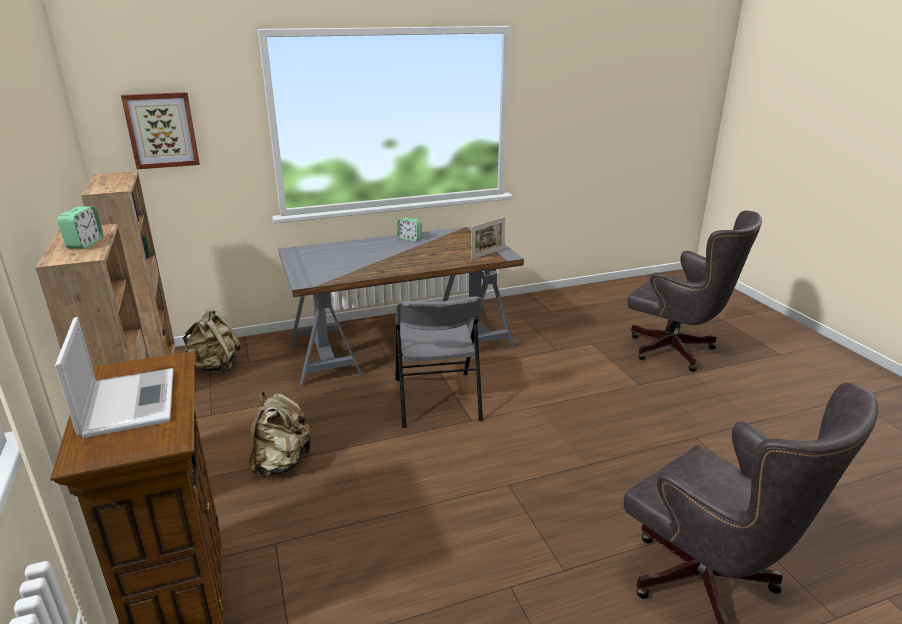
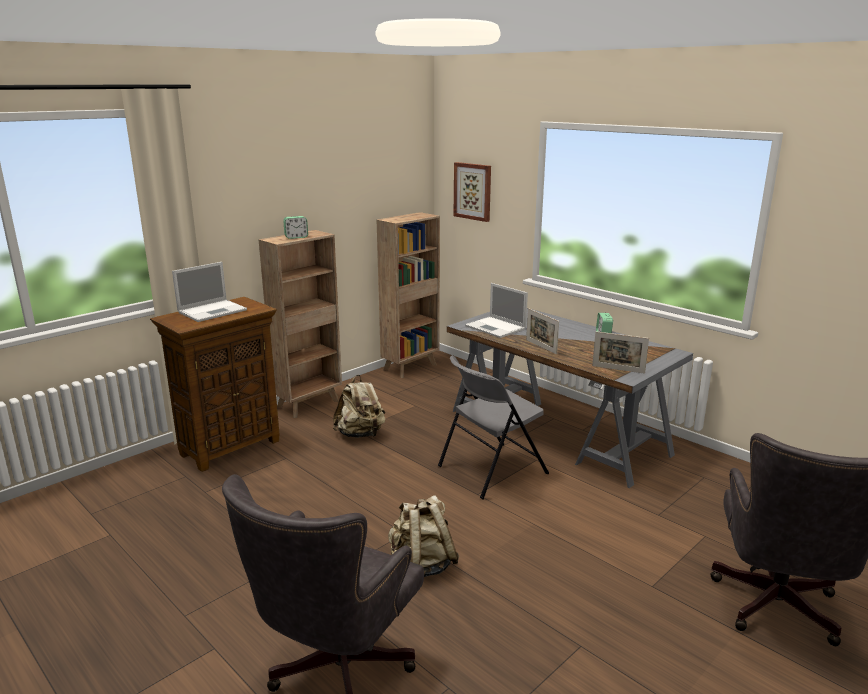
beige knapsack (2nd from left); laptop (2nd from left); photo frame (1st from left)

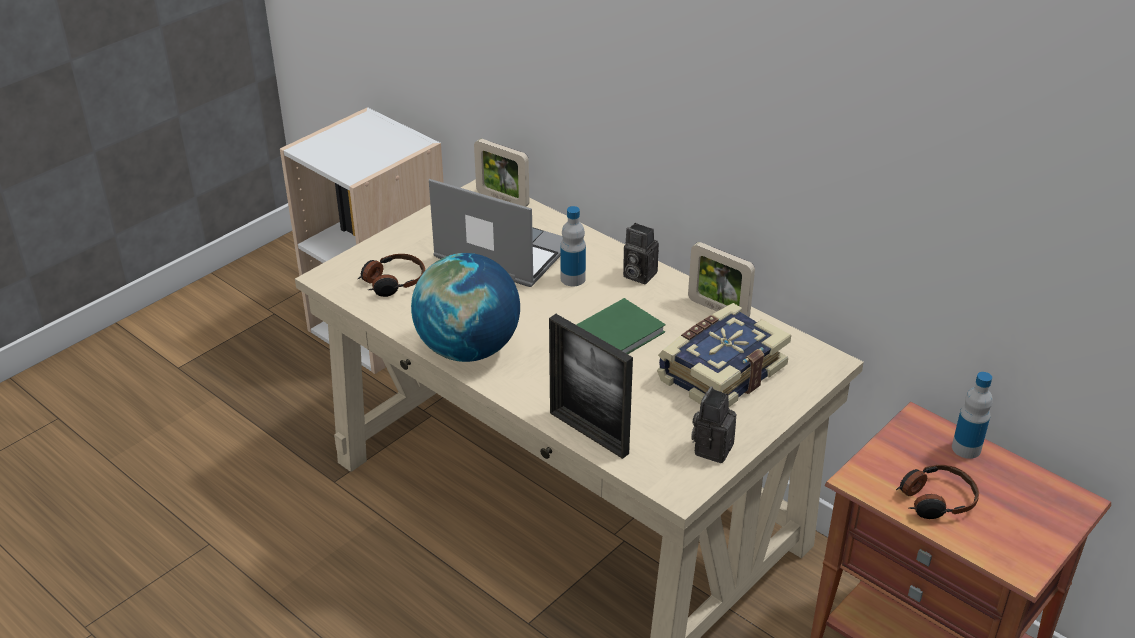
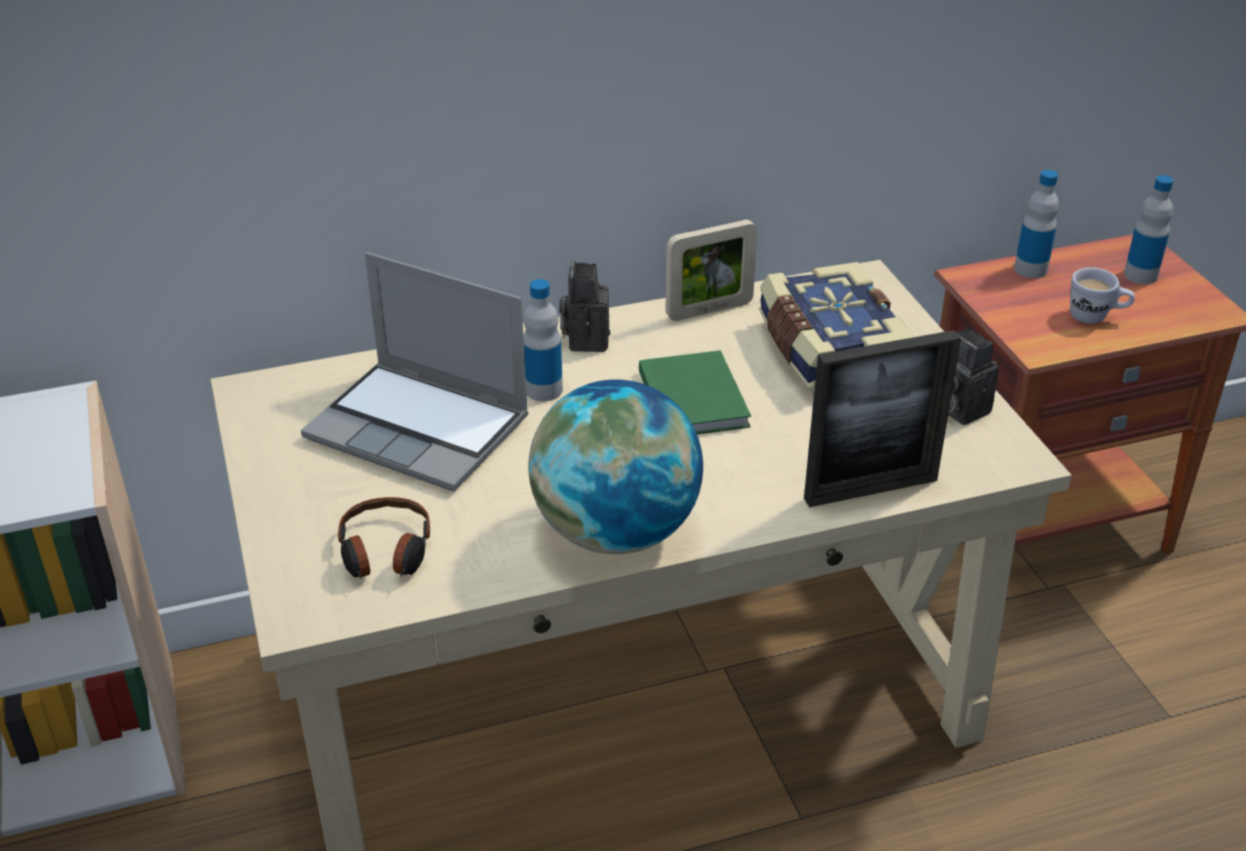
laptop; photo camera (1st from left); white tea mug; drink bottle (3rd from left); photo frame (1st from left in the first image)

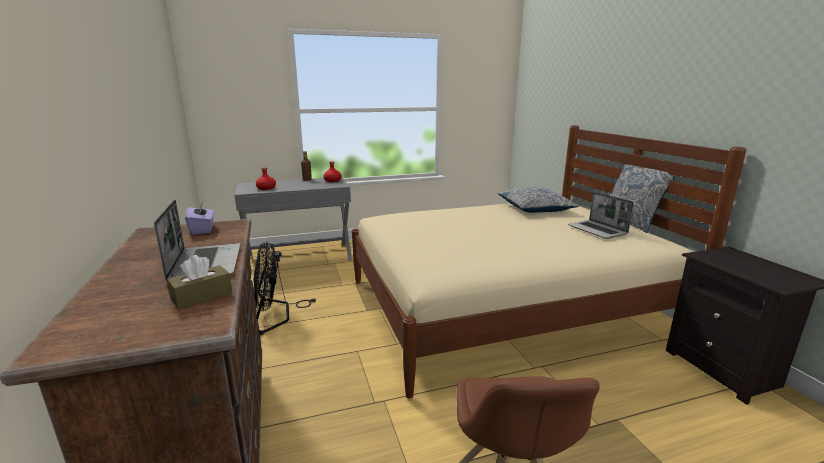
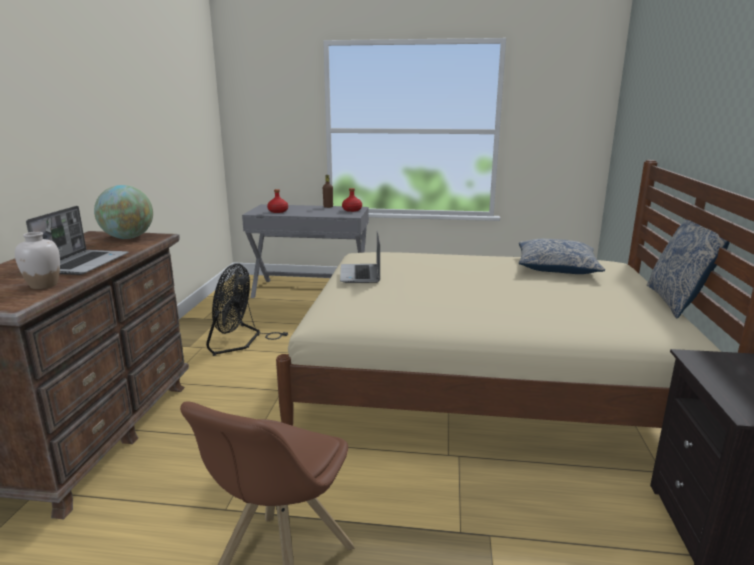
white vase; desk globe; laptop (2nd from left)

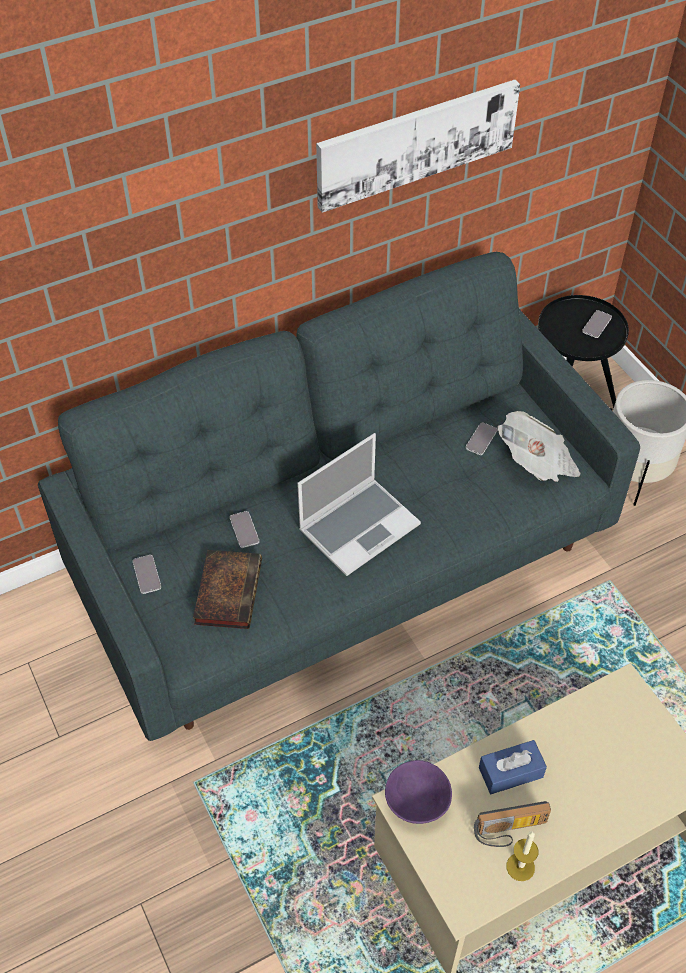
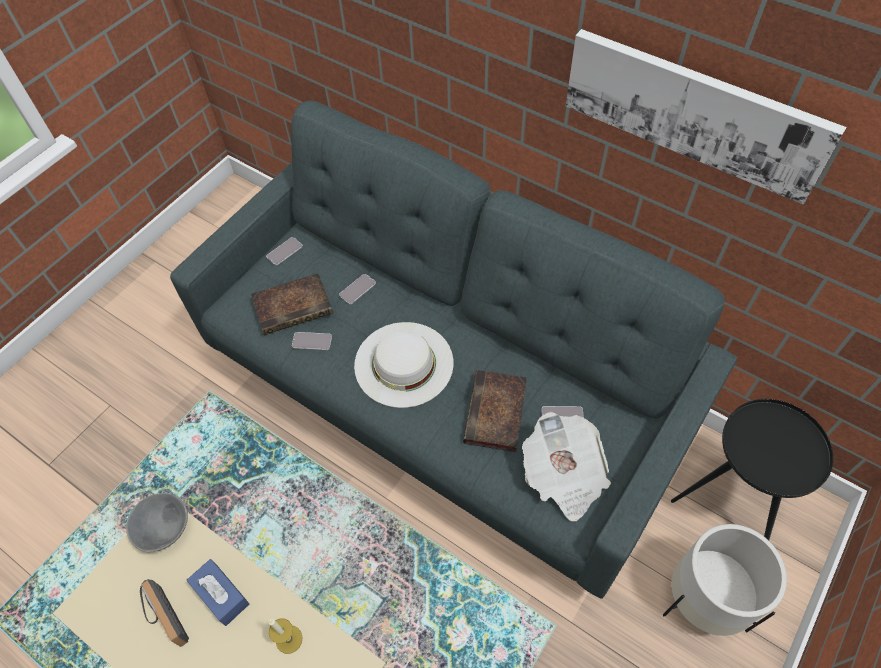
greyish deep dish; candle; handset (2nd from left); white hat; bound book (2nd from left)

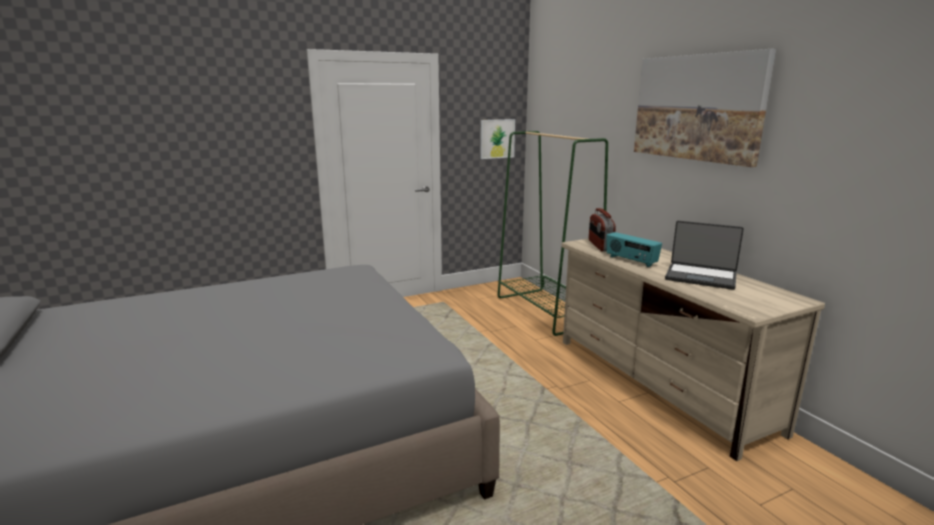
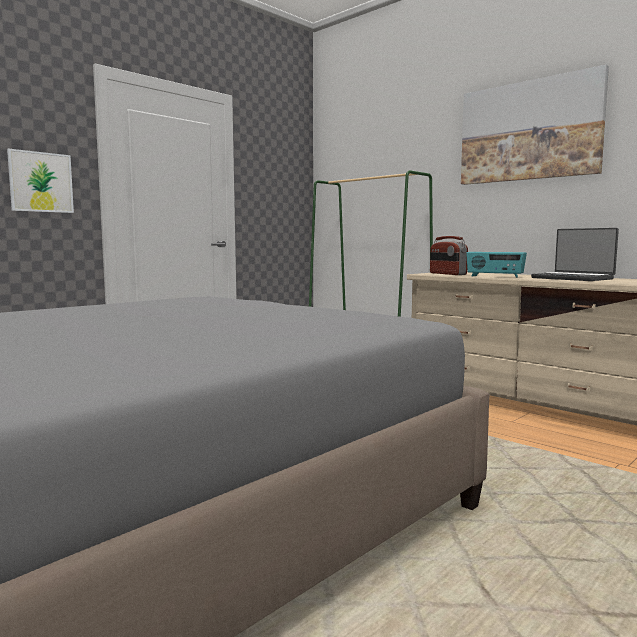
wall art (1st from left); laptop

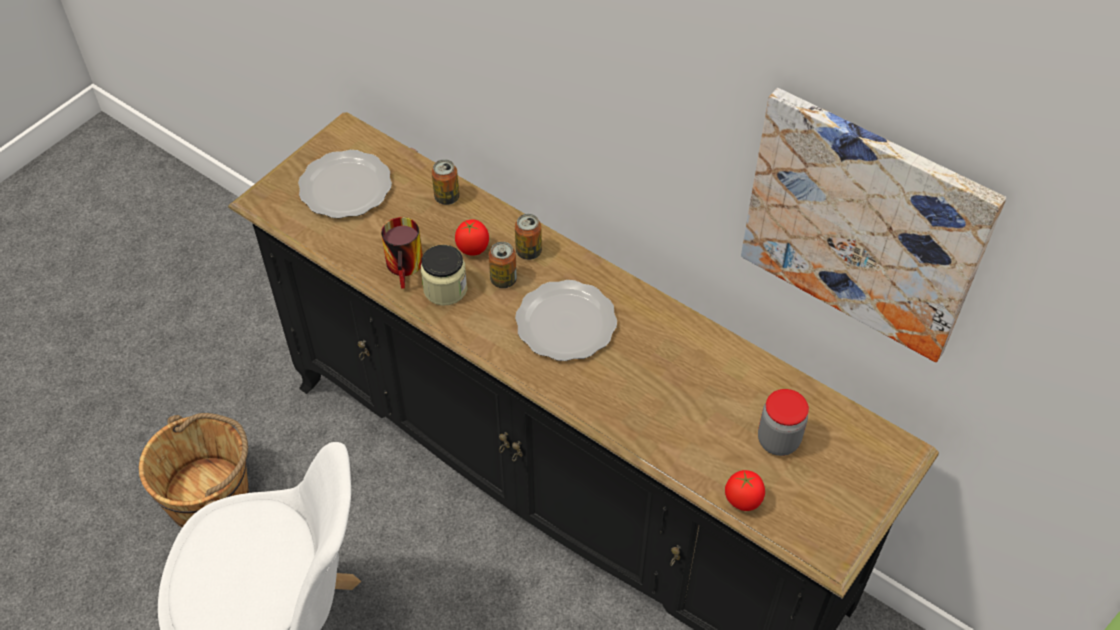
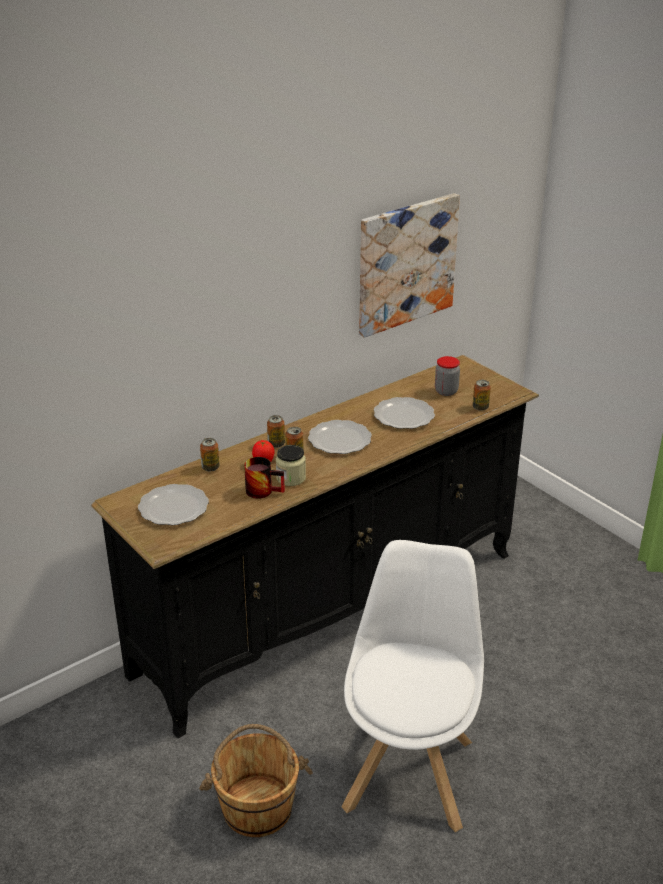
flat dish (3rd from left); metal can (4th from left)

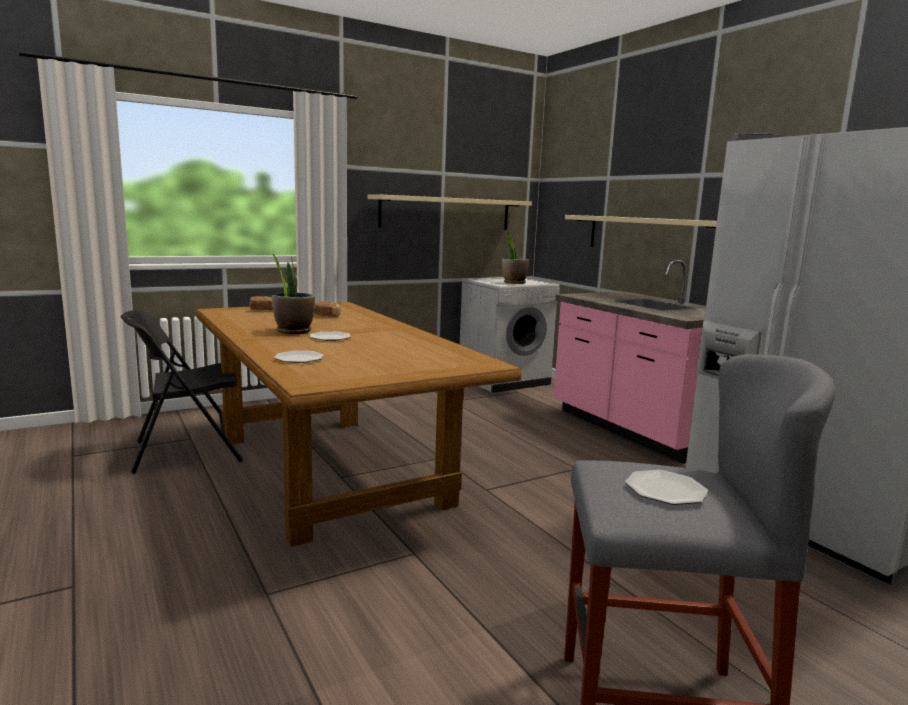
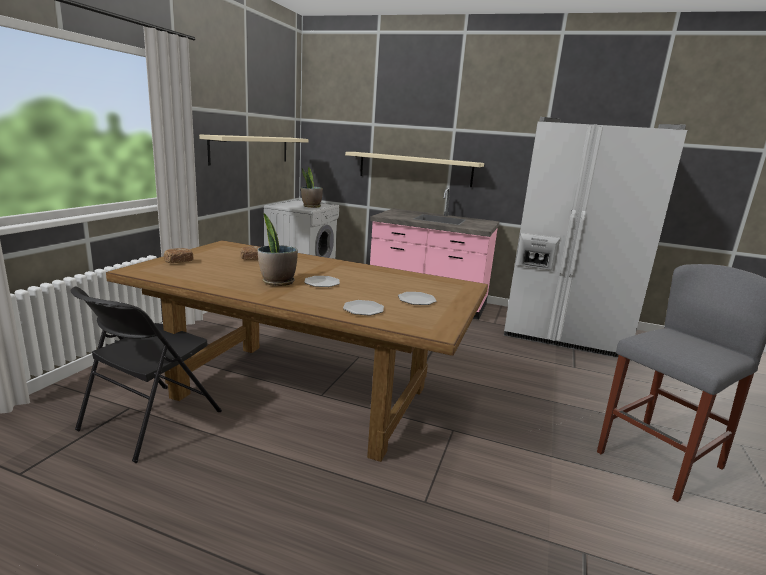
flat dish (3rd from left)

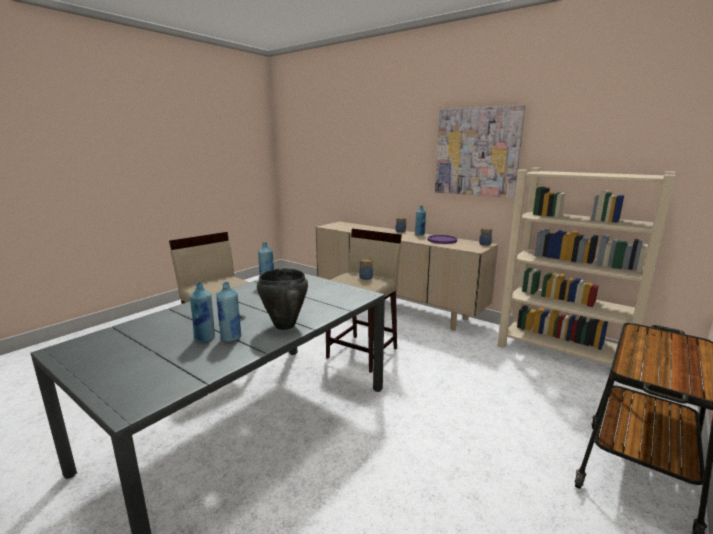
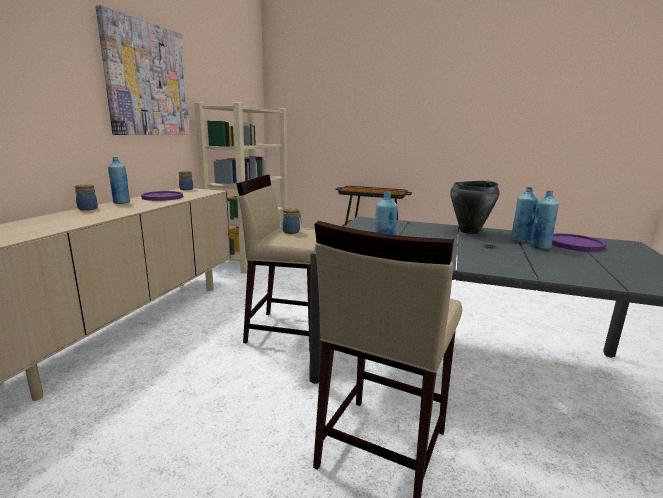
purple-coloured flat dish (2nd from left)

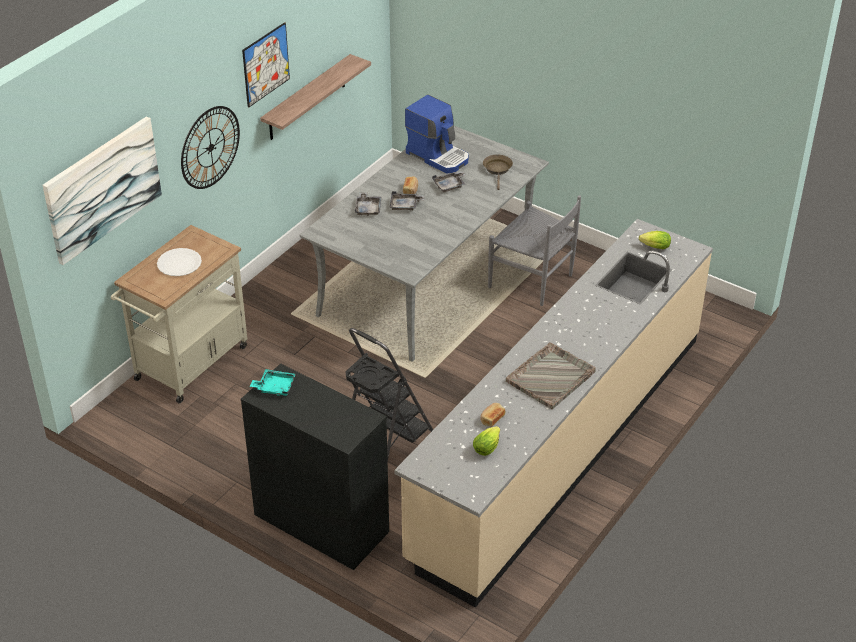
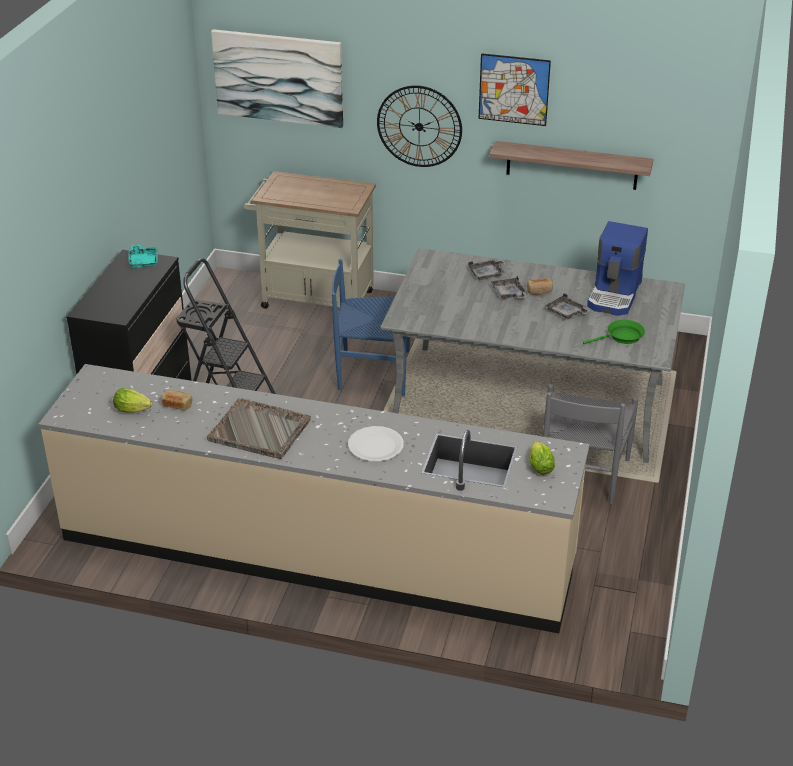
blue chair; white flat dish; greenish frying pan

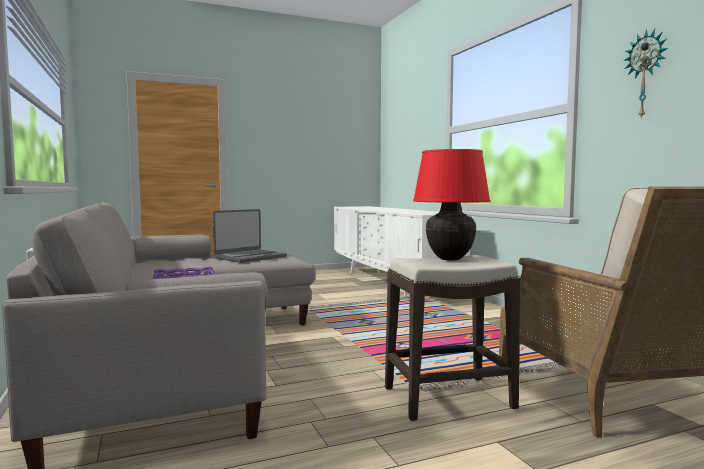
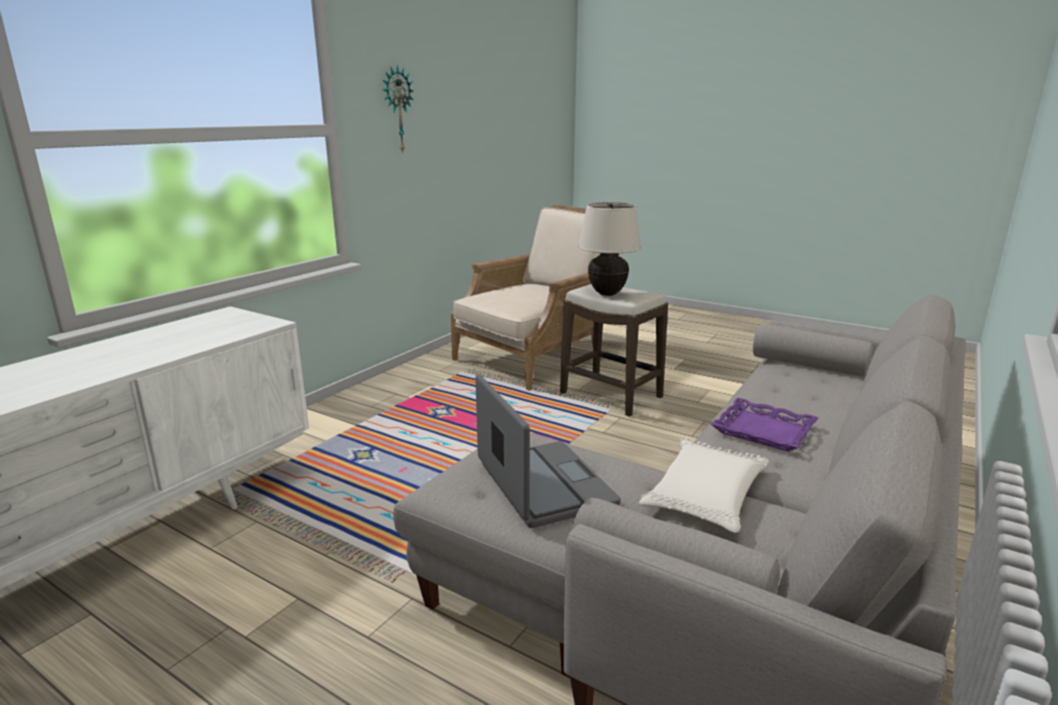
laptop; beige tabletop lamp; white cushion

